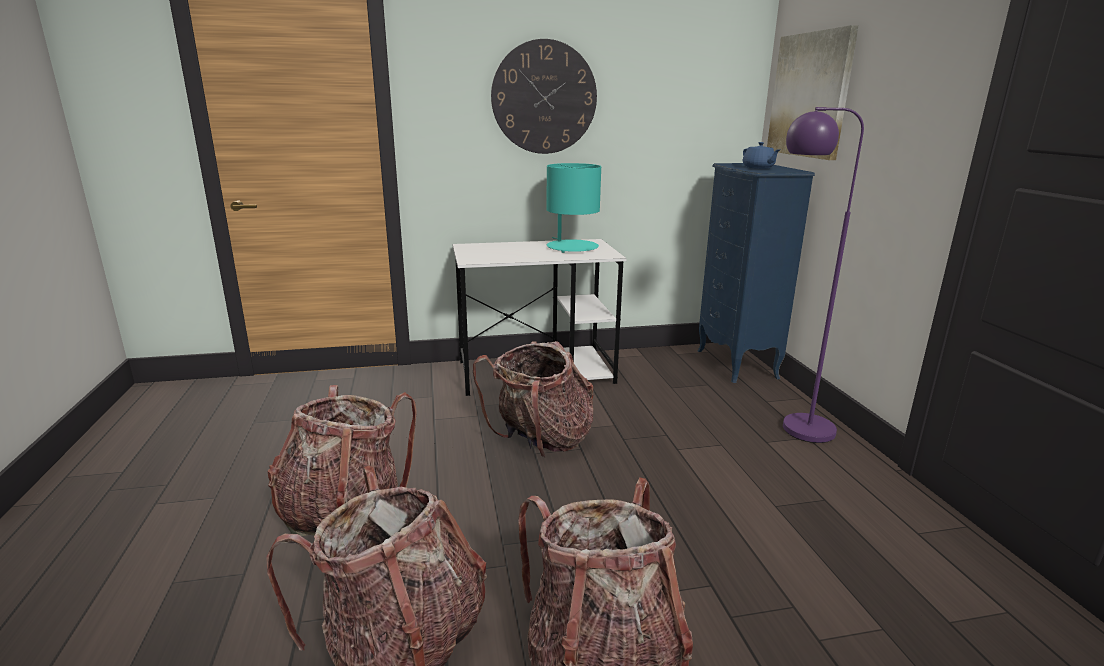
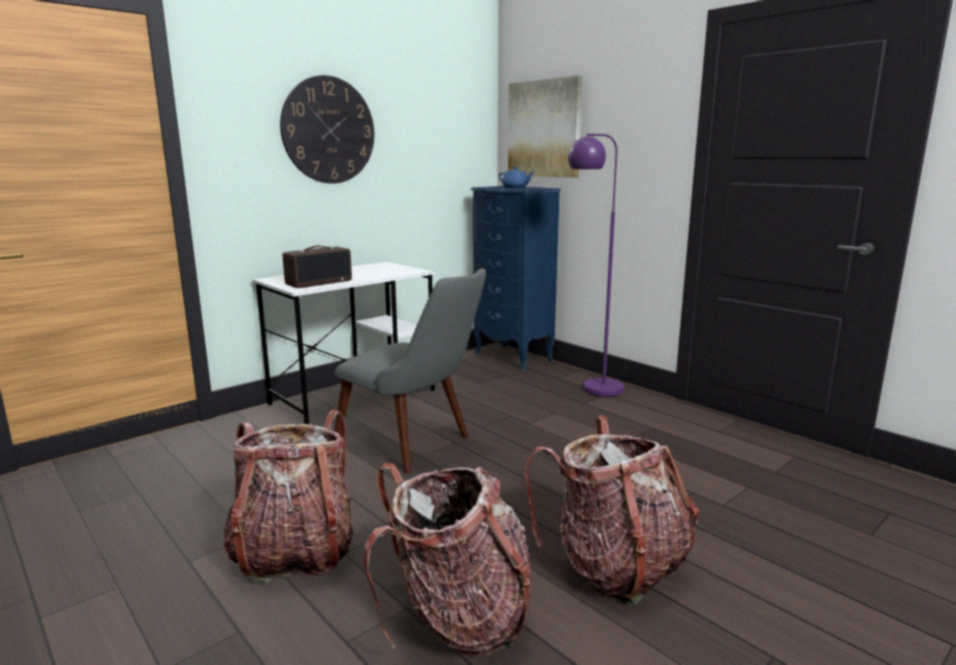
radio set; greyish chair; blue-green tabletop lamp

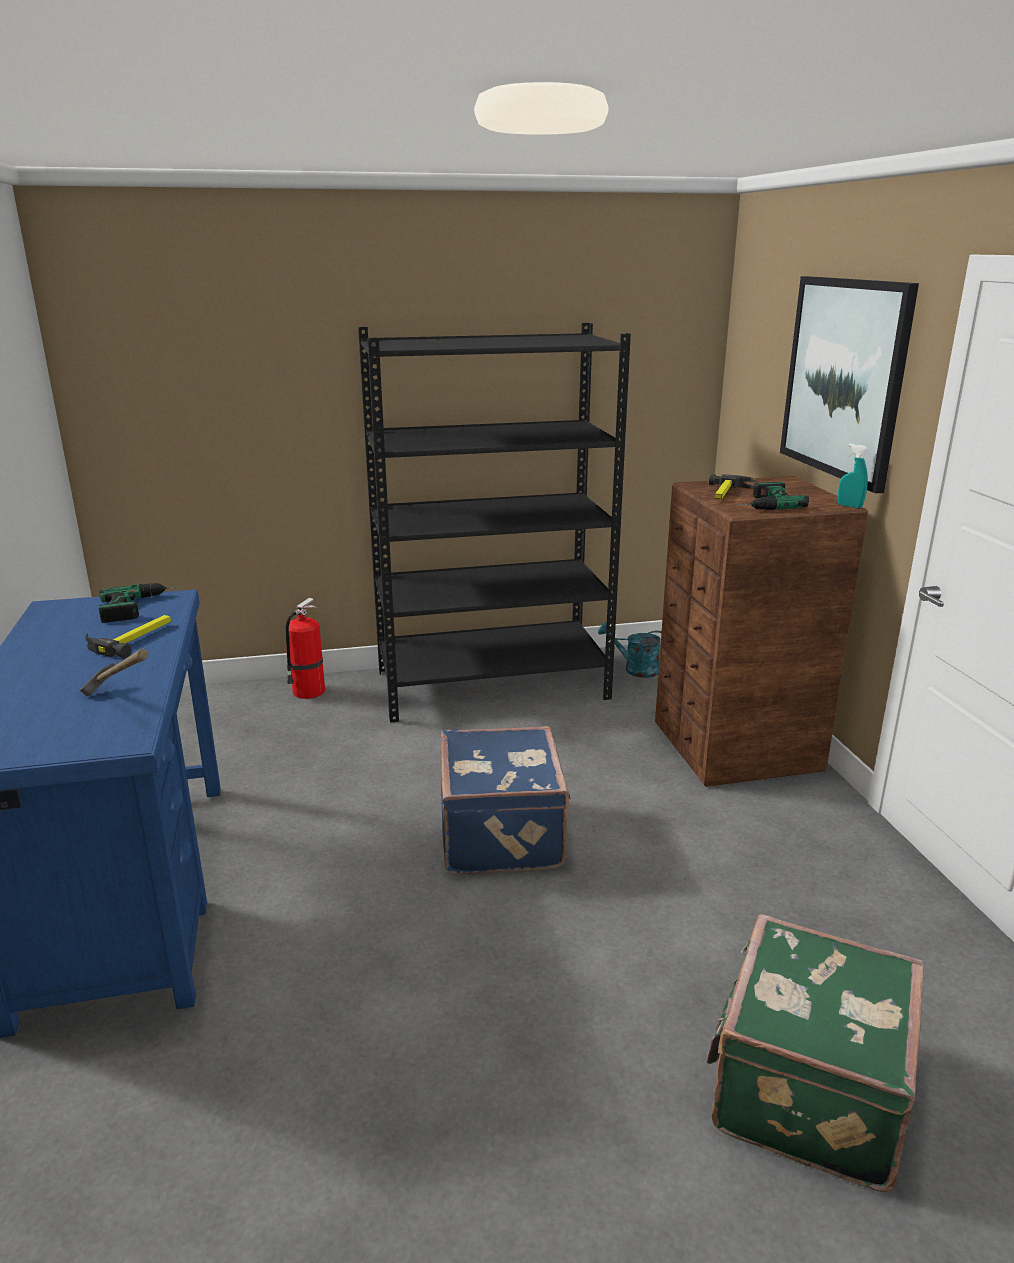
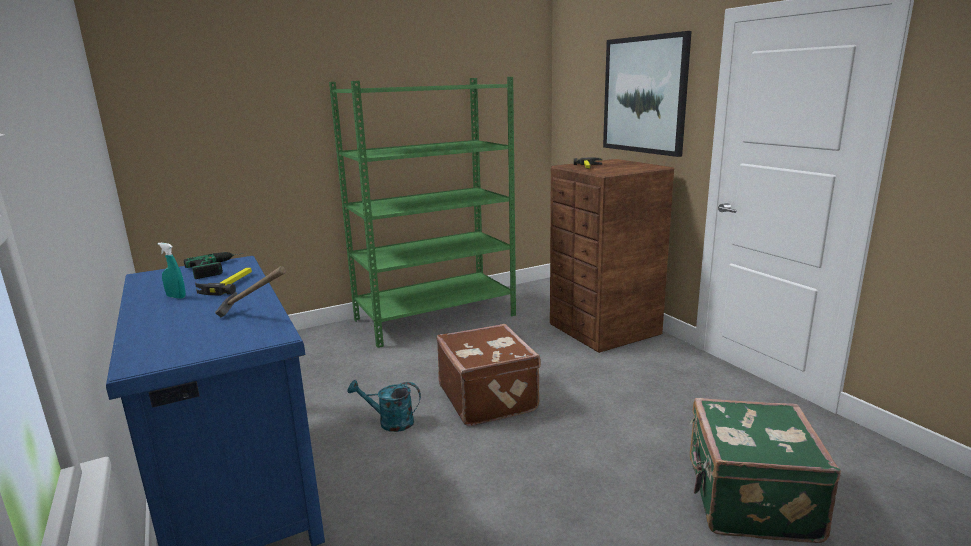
blue-green hand sprayer; greenish bookcase; blue-green sprinkling can; brown-coloured travel case; fire-fighting cylinder; power drill (2nd from left in the first image)

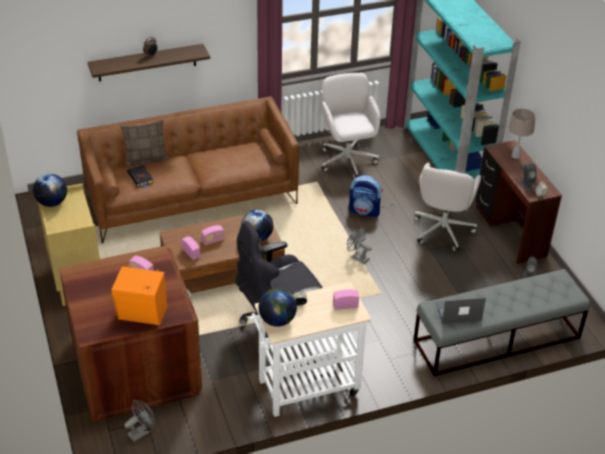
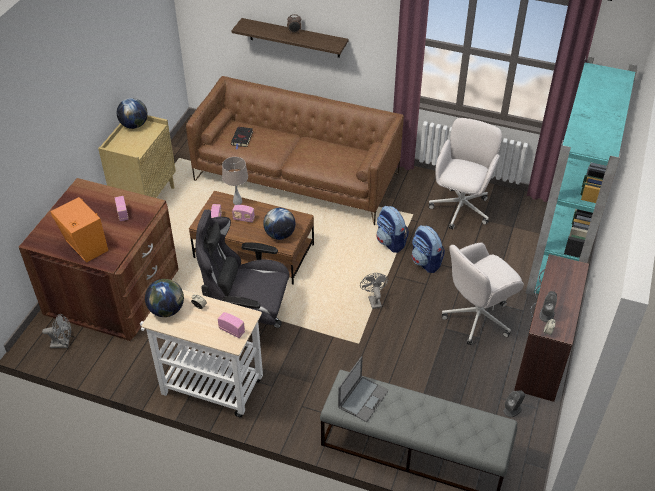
beige tabletop lamp; laptop; knapsack (1st from left); cushion

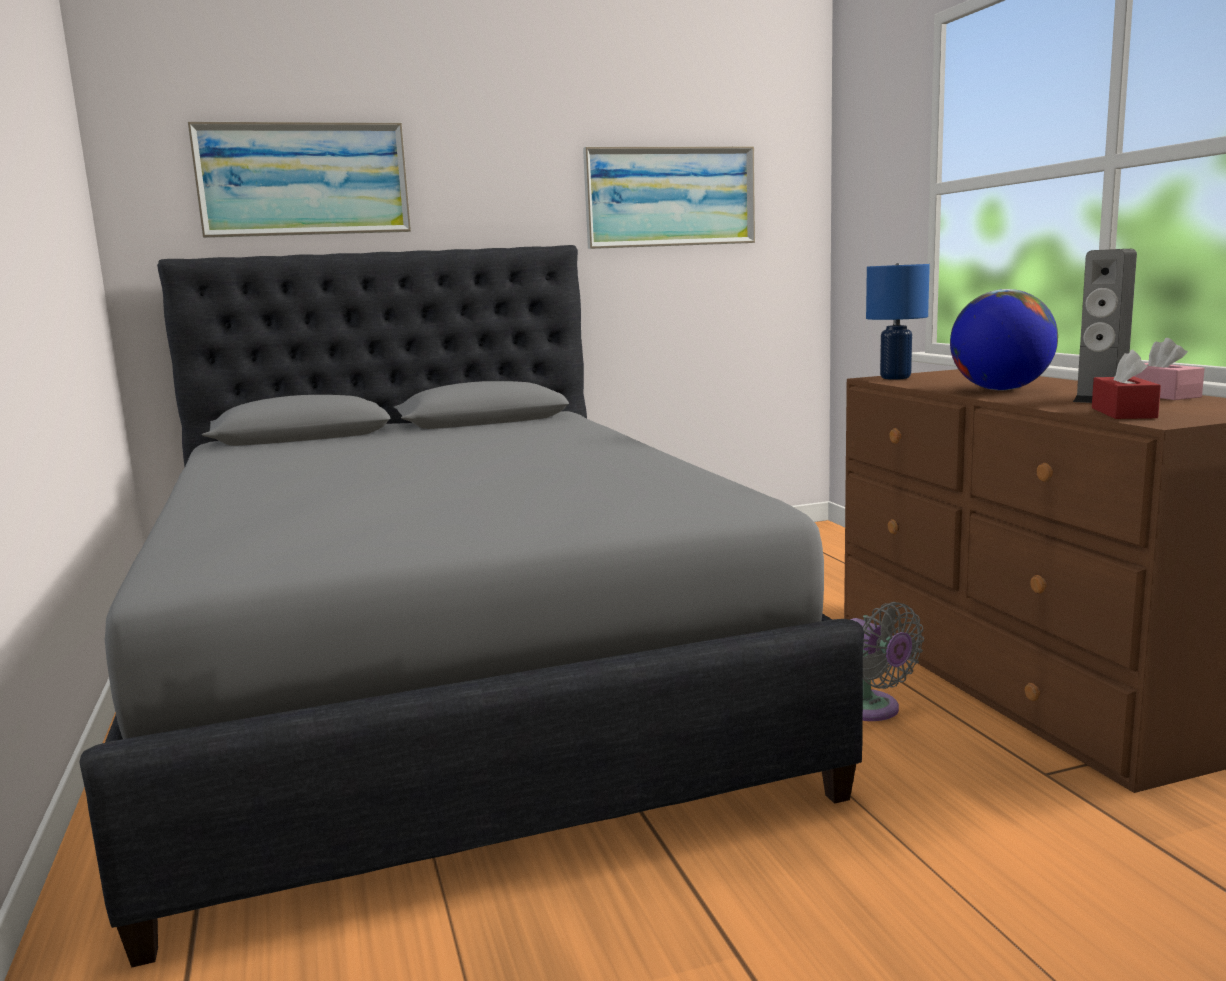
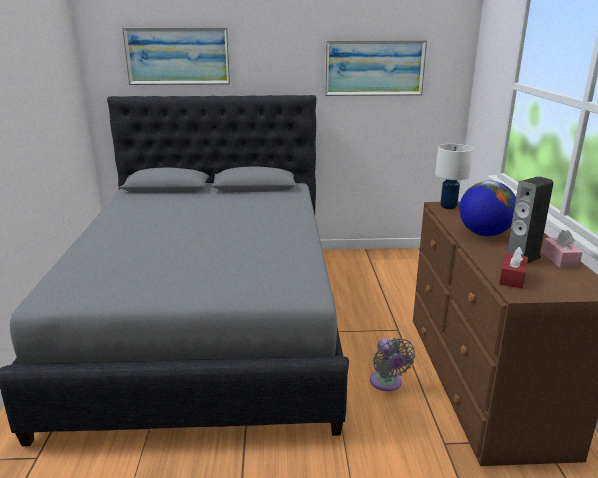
white tabletop lamp

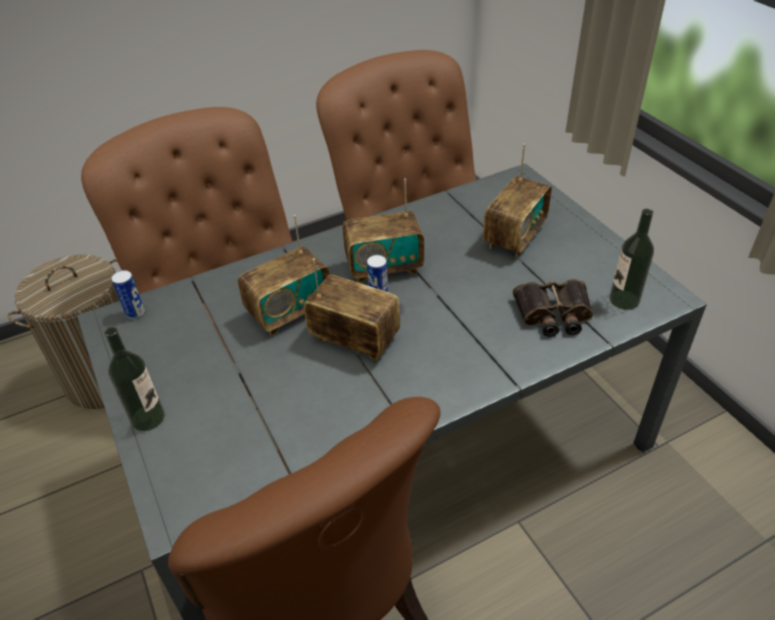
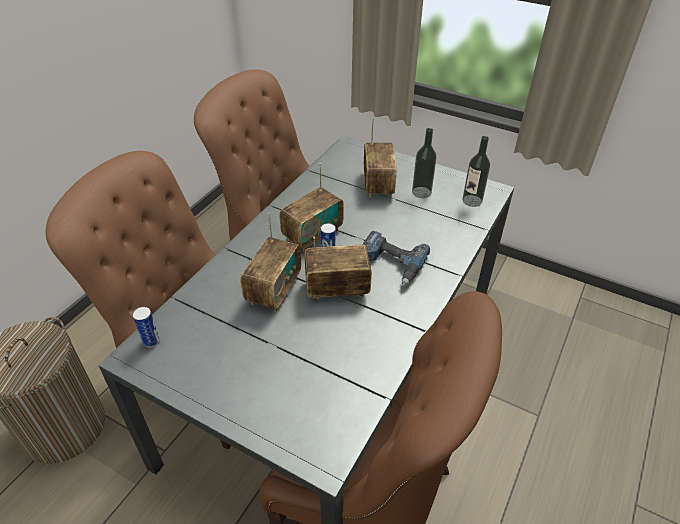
power drill; drink bottle (1st from left); pair of binoculars

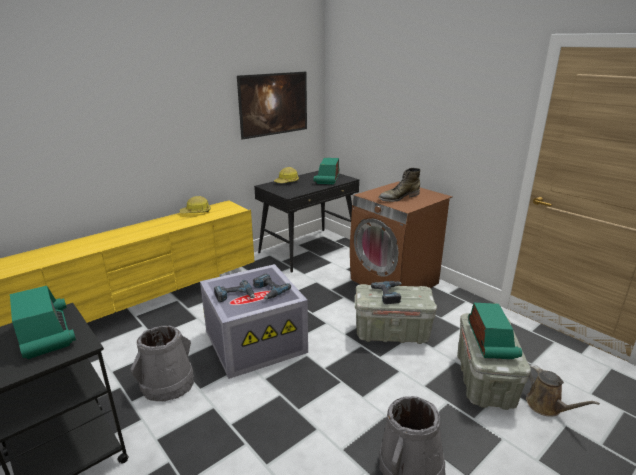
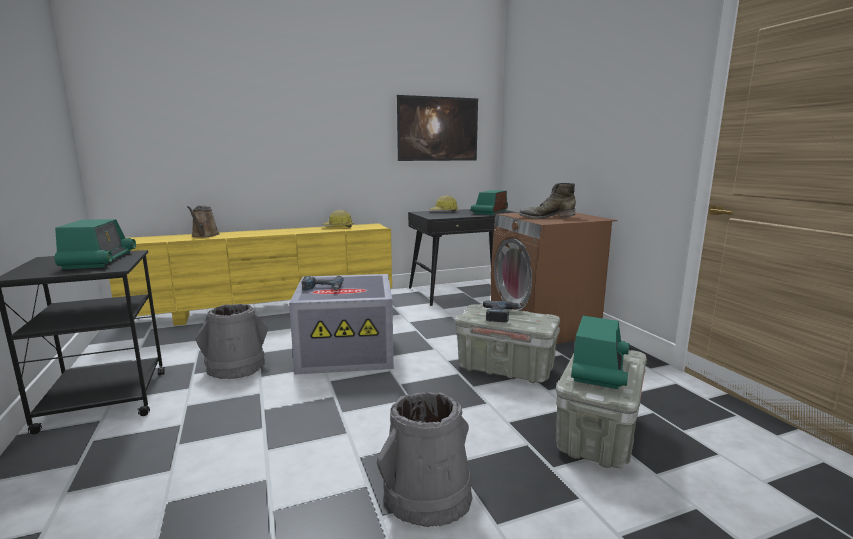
brown-coloured sprinkling can; power drill (2nd from left in the first image)

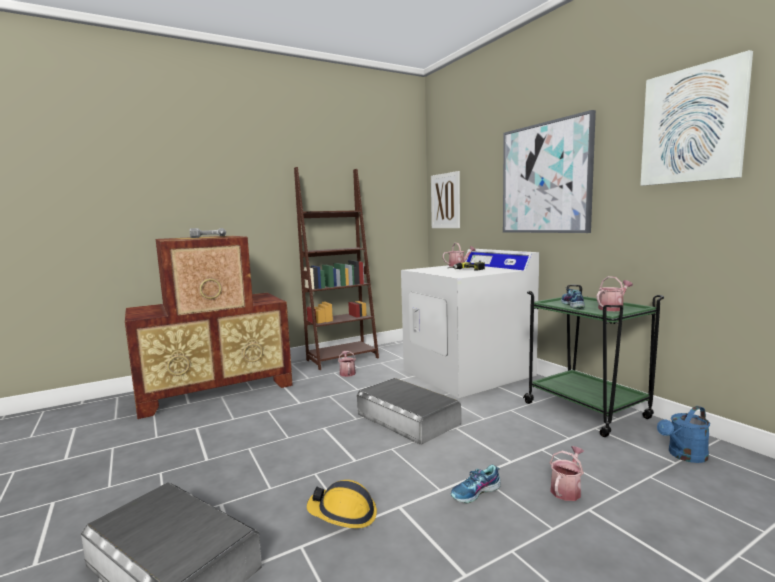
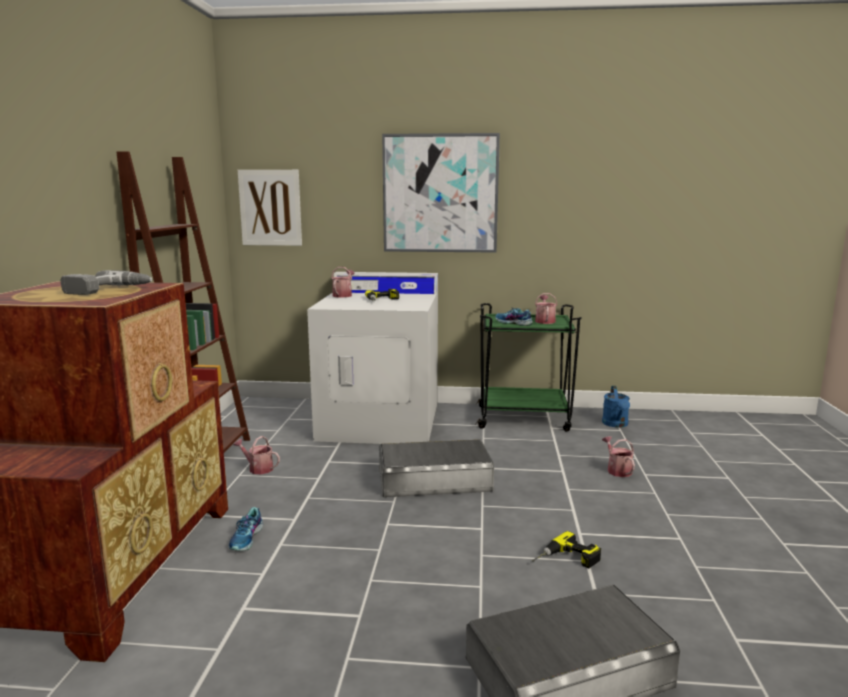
item of footwear (1st from left); power drill (3rd from left); wall art (3rd from left in the first image)

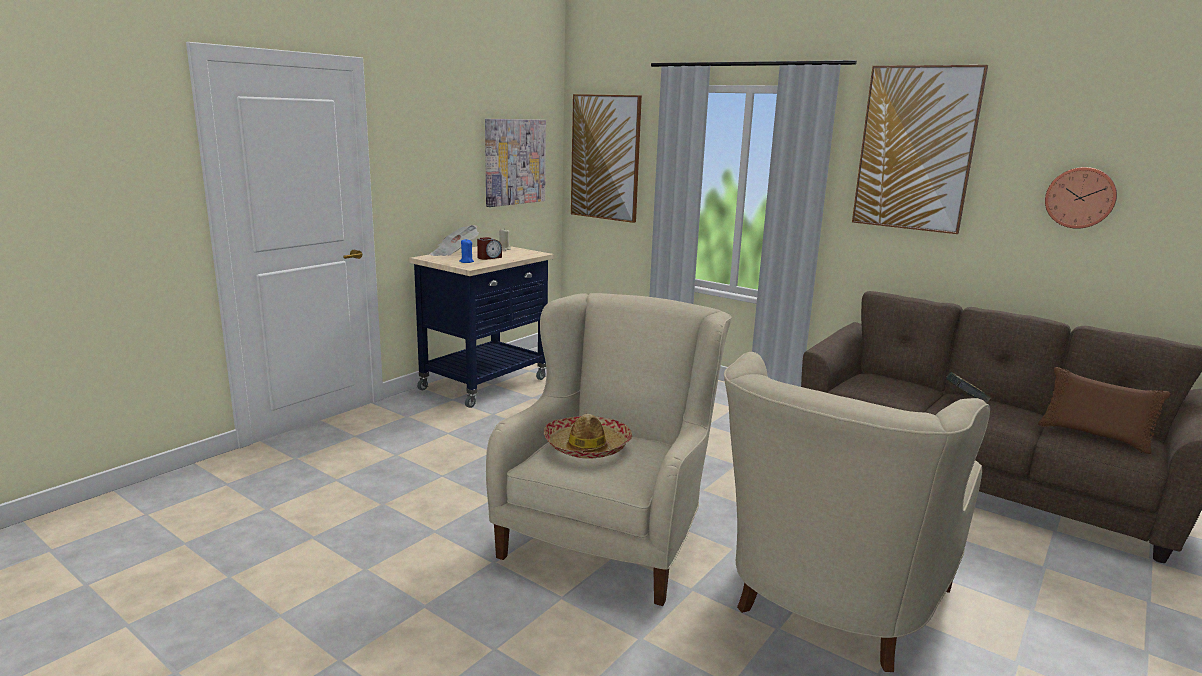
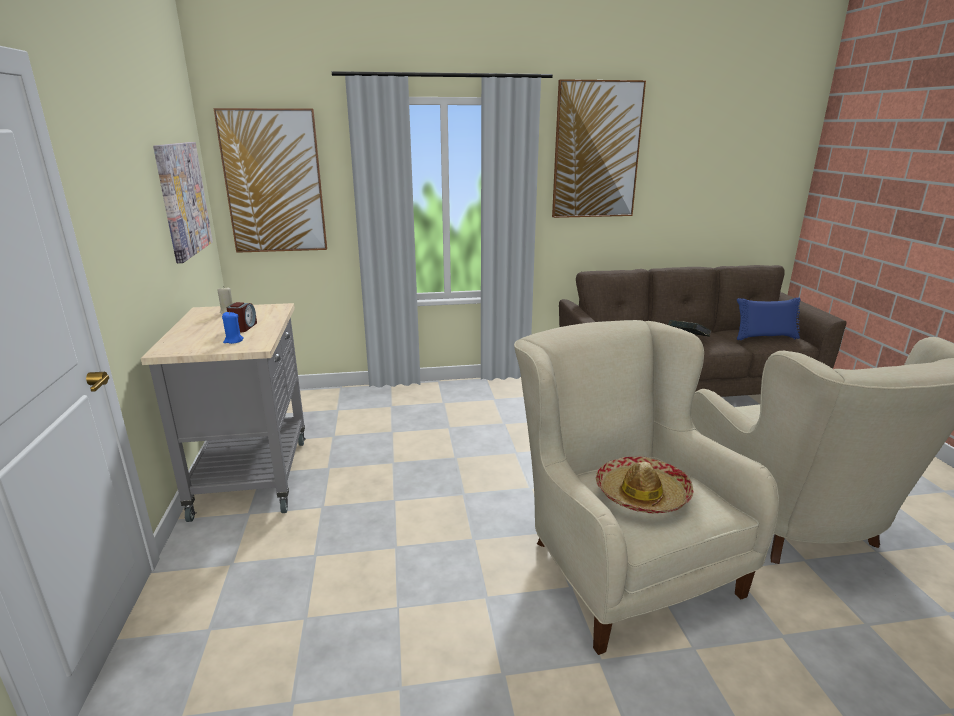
greyish cart; blue cushion; newspaper; hanging clock

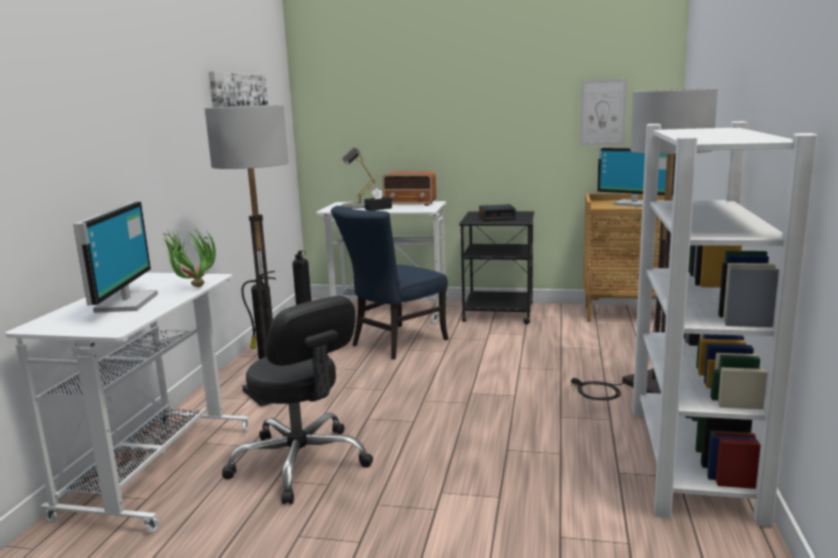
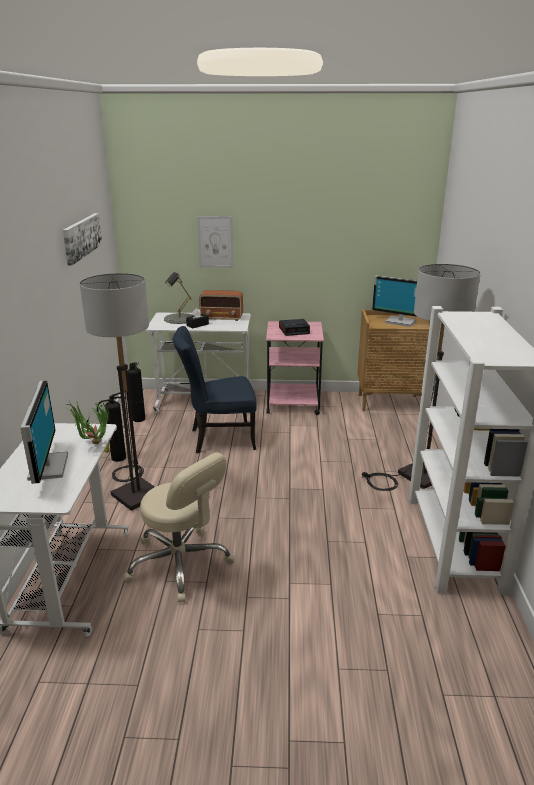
beige office chair; blue chair; wall art (2nd from left); pink cart

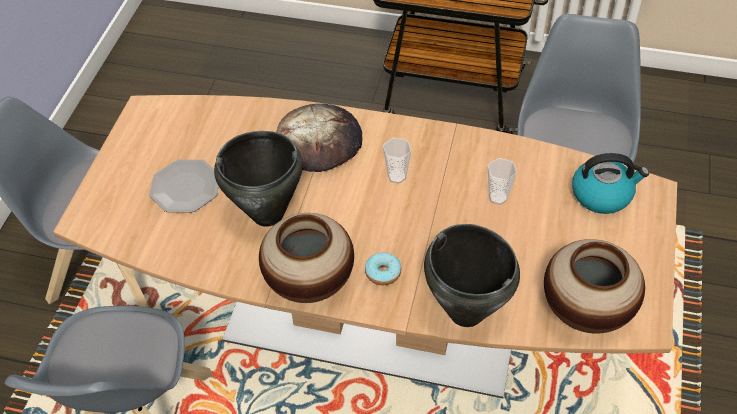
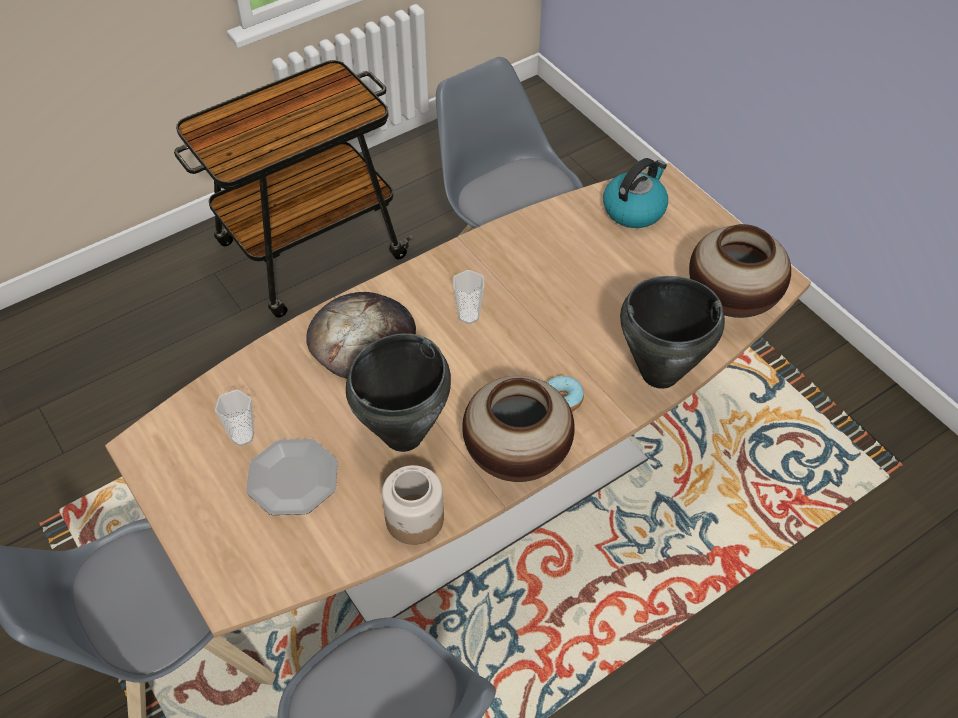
small cup (1st from left); storage jar

